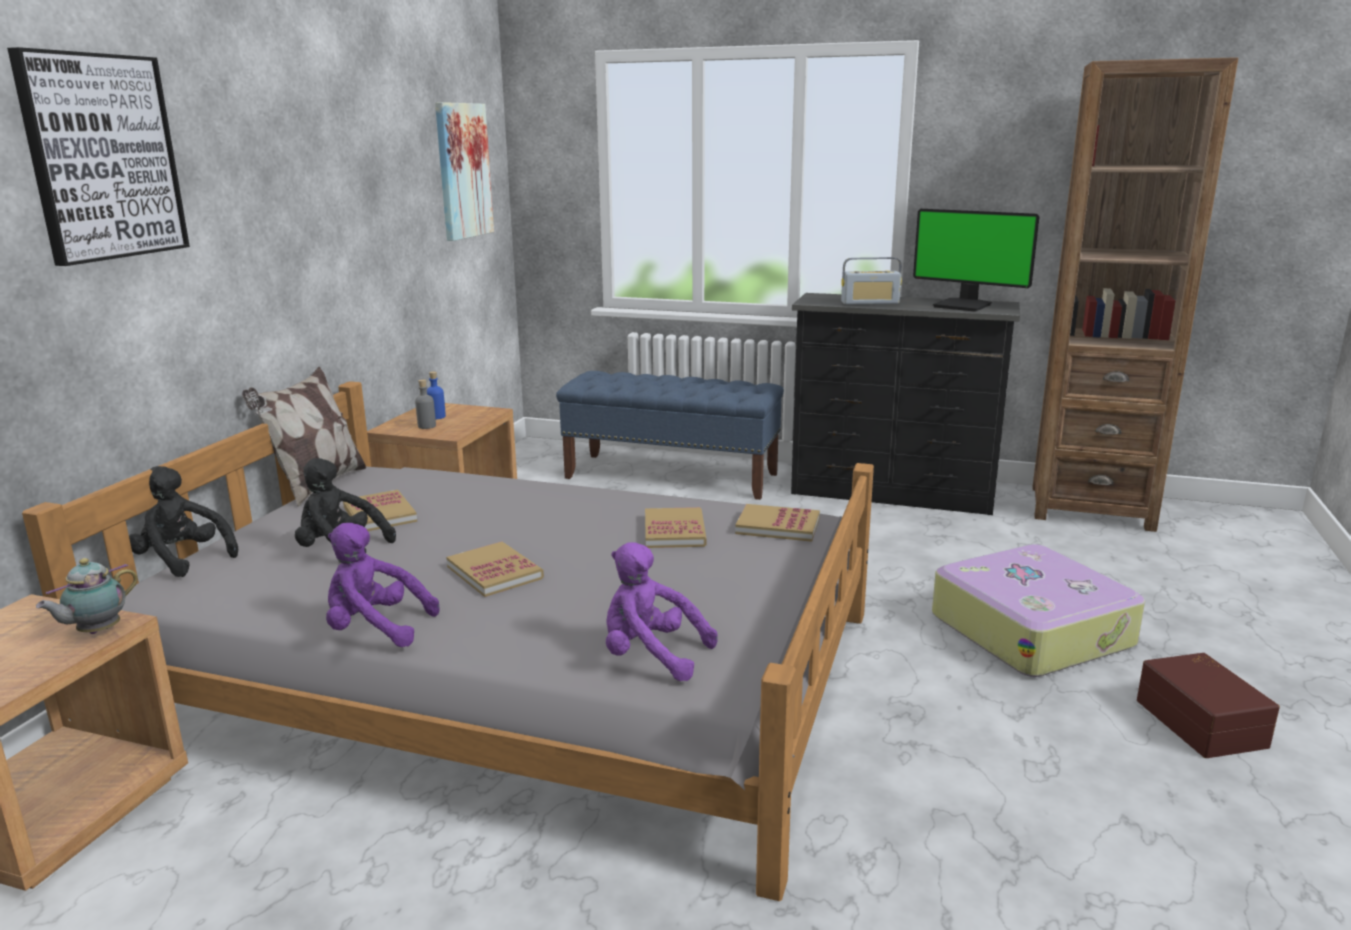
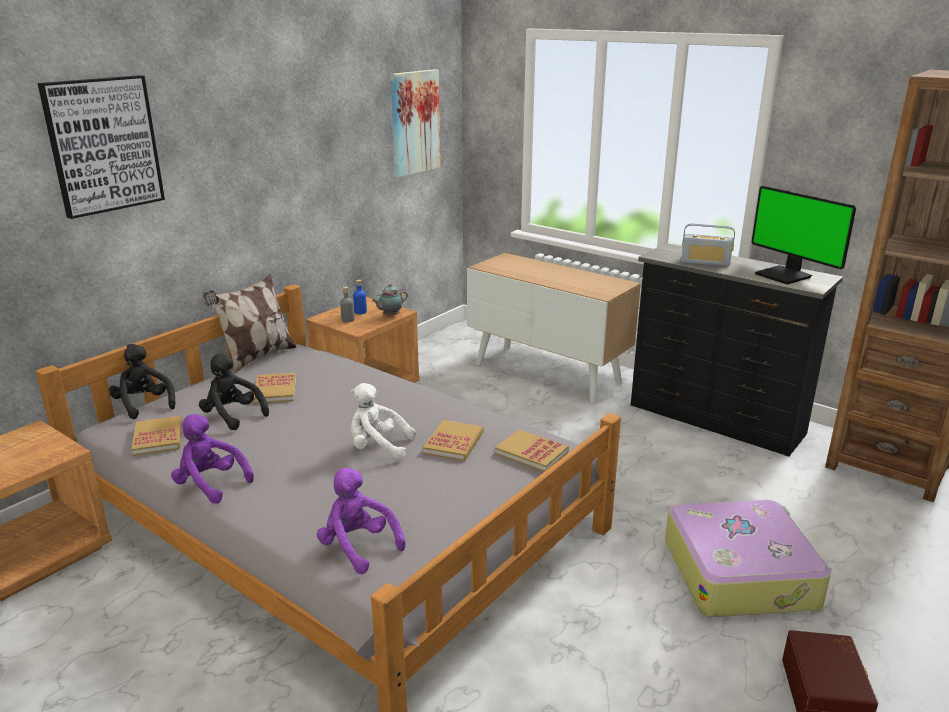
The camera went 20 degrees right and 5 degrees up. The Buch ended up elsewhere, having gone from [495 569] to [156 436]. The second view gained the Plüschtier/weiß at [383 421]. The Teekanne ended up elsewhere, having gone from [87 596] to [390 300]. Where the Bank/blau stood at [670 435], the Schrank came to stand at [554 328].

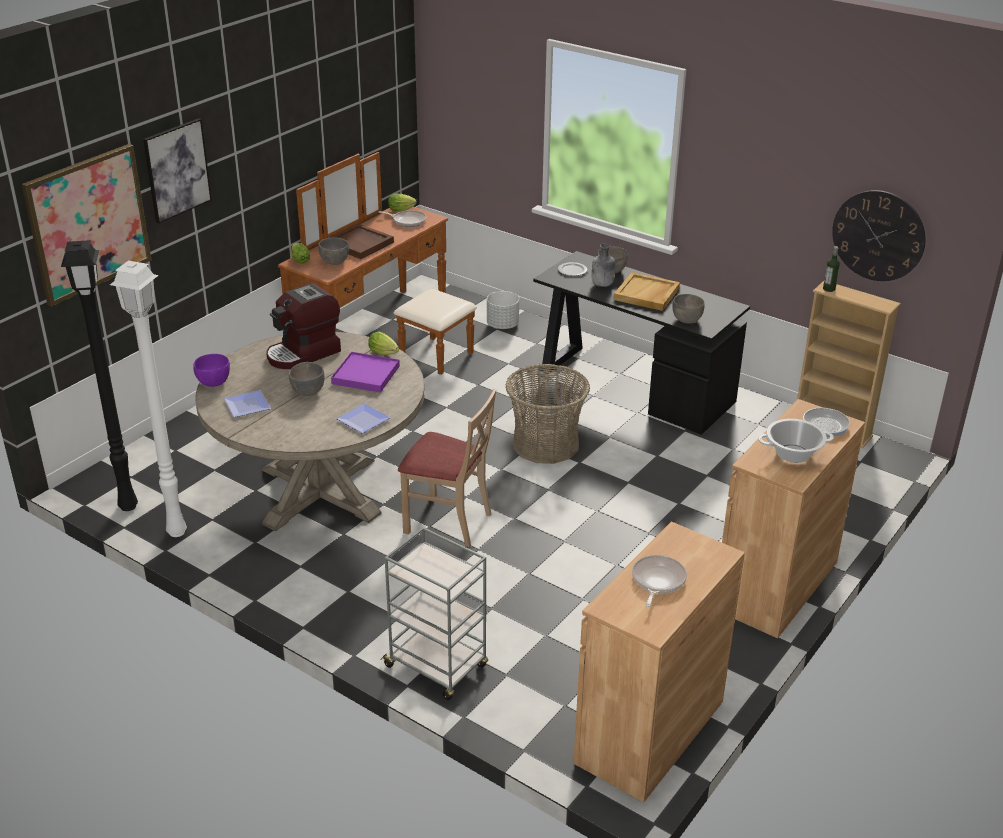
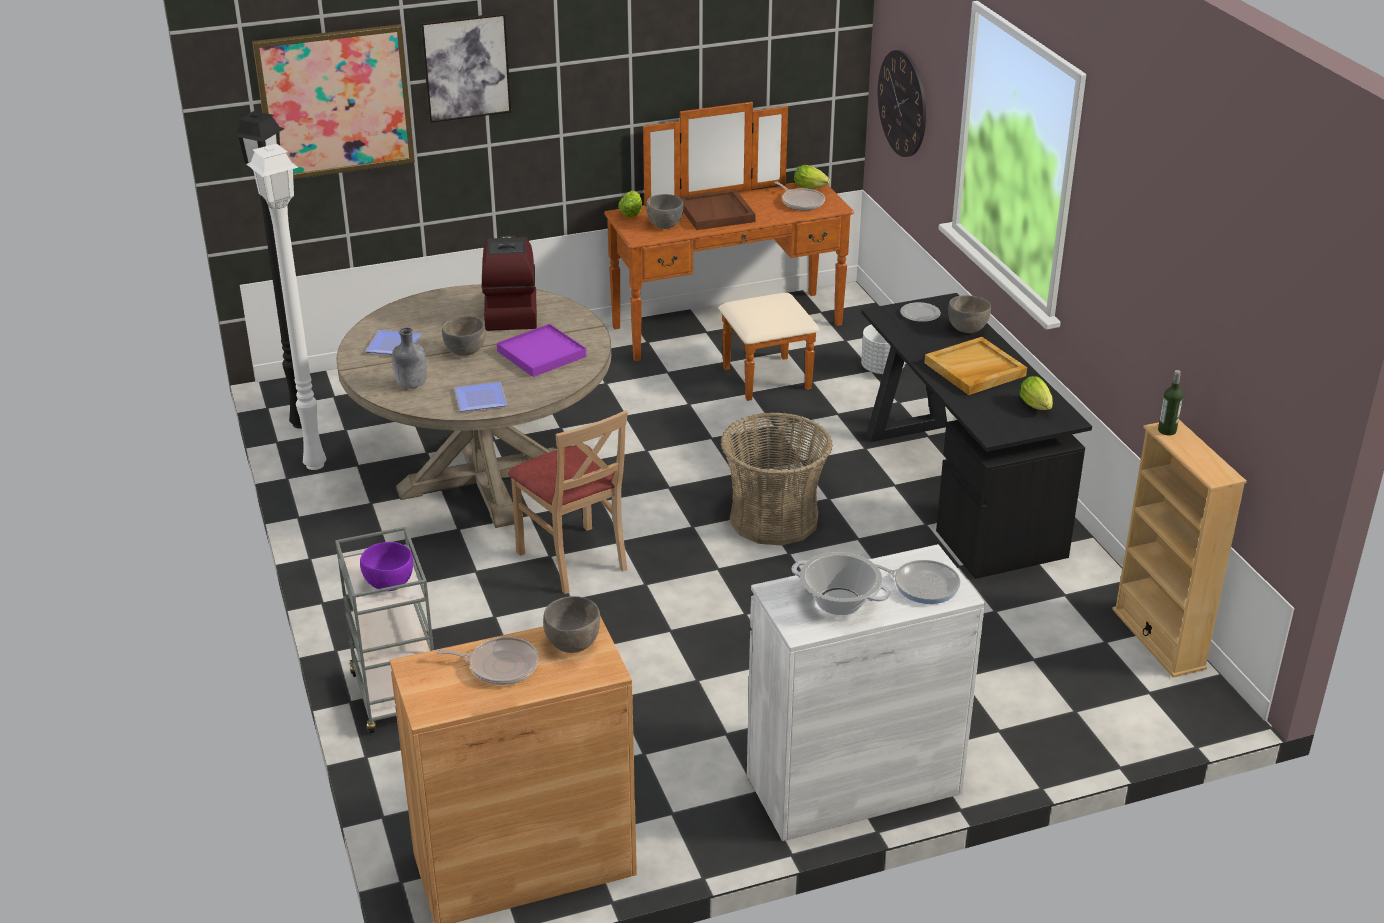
The camera went 35 degrees right and 0 degrees up. The Schüssel/lila ended up elsewhere, having gone from [211 370] to [386 566]. The Flasche/grau ended up elsewhere, having gone from [603 265] to [409 358]. The Pfanne at [659 581] ended up facing another way, 45 degrees clockwise from before. The Kaffeemaschine at [303 326] ended up facing another way, 90 degrees clockwise from before. The Schüssel/grau ended up elsewhere, having gone from [688 309] to [571 624]. What was the Schrank/braun at [793 518] turned into the Schrank/weiß at [866 692]. The Wanduhr ended up elsewhere, having gone from [878 235] to [902 103]. The Salatkopf ended up elsewhere, having gone from [383 343] to [1036 393].

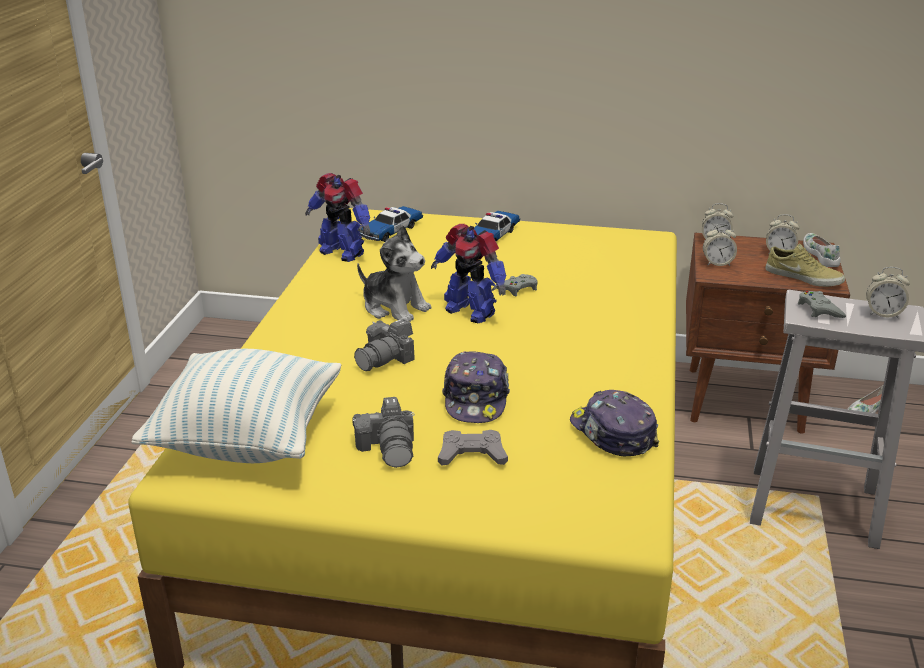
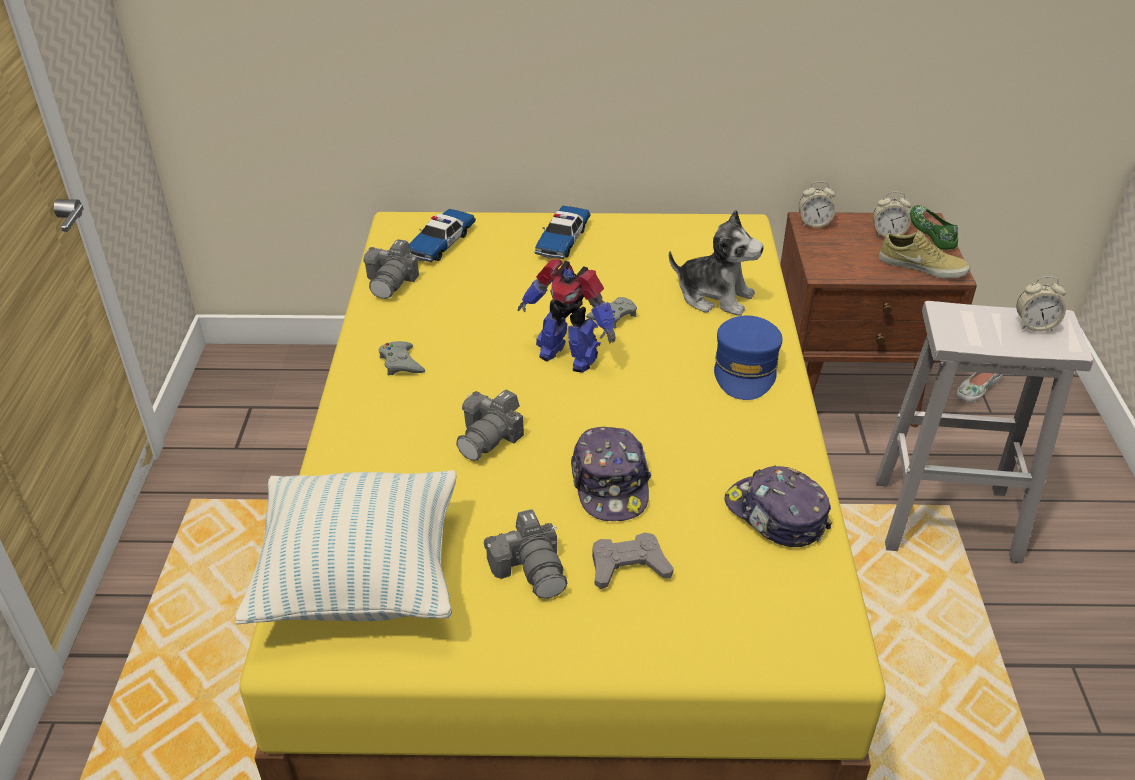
The camera went 10 degrees left and 10 degrees up. Where the Spielzeugroboter stood at [337 217], the Kamera came to stand at [391 269]. The Gamepad/grau ended up elsewhere, having gone from [822 304] to [402 358]. The Plüschtier ended up elsewhere, having gone from [394 273] to [716 263]. The second view gained the Kappe/blau at [748 358]. What was the Schuh/weiß at [822 250] turned into the Schuh/grün at [934 227]. The second view lost the Wecker at [720 245].

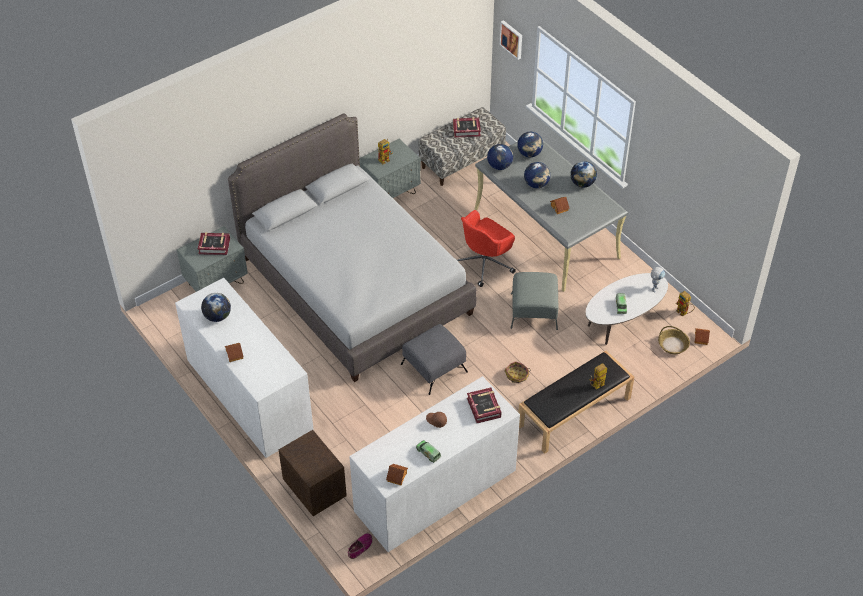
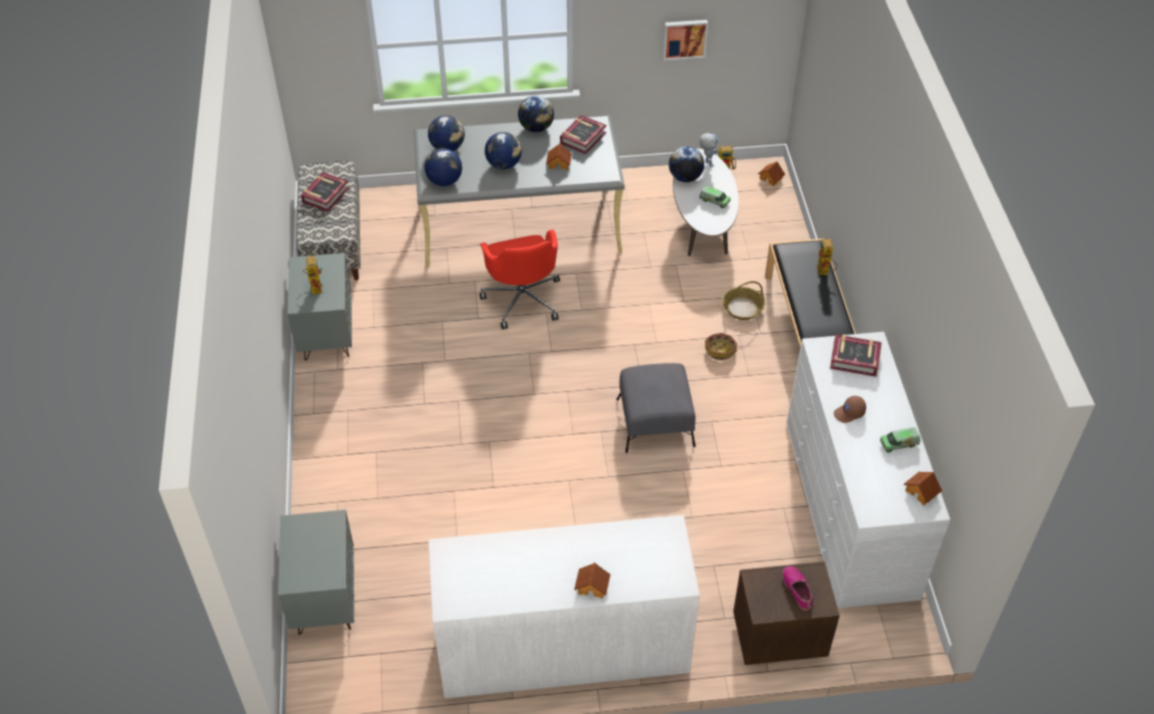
The camera went 60 degrees left and 0 degrees up. The Buch ended up elsewhere, having gone from [214 243] to [583 134]. The Bild ended up elsewhere, having gone from [511 40] to [685 40]. The Globus ended up elsewhere, having gone from [216 307] to [686 164]. The Korb ended up elsewhere, having gone from [674 340] to [743 300]. The Schuh ended up elsewhere, having gone from [360 546] to [797 588]. The second view lost the Bett/grau at [352 248]. The second view lost the Polsterhocker/grau at [534 301].

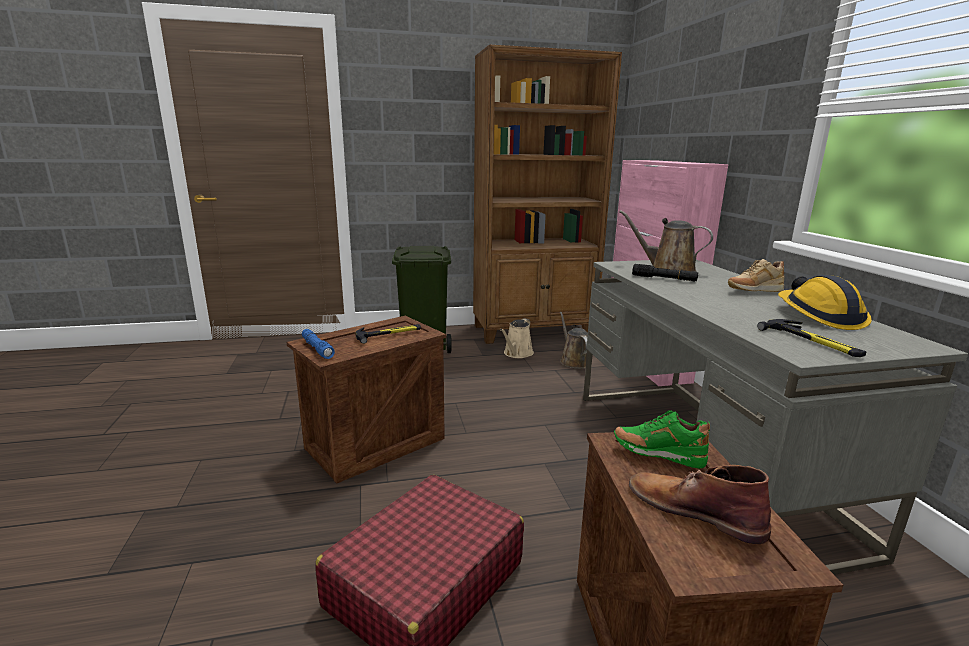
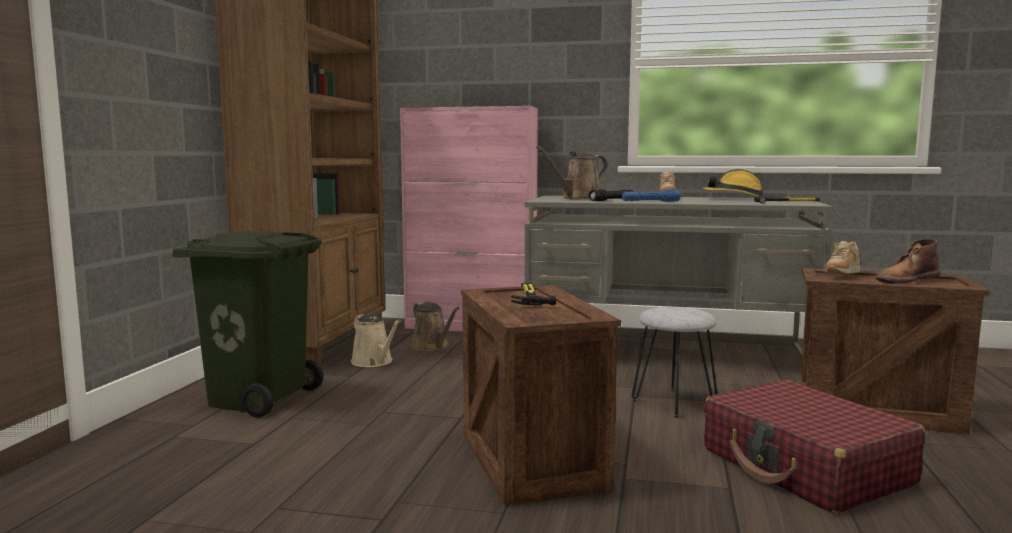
The camera went 65 degrees left and 10 degrees down. The Gießkanne/braun at [574 340] ended up facing another way, 135 degrees counterclockwise from before. The Taschenlampe/blau ended up elsewhere, having gone from [318 344] to [651 196]. The second view gained the Hocker/grau at [675 362]. What was the Schuh/grün at [662 439] turned into the Schuh/beige at [842 258].

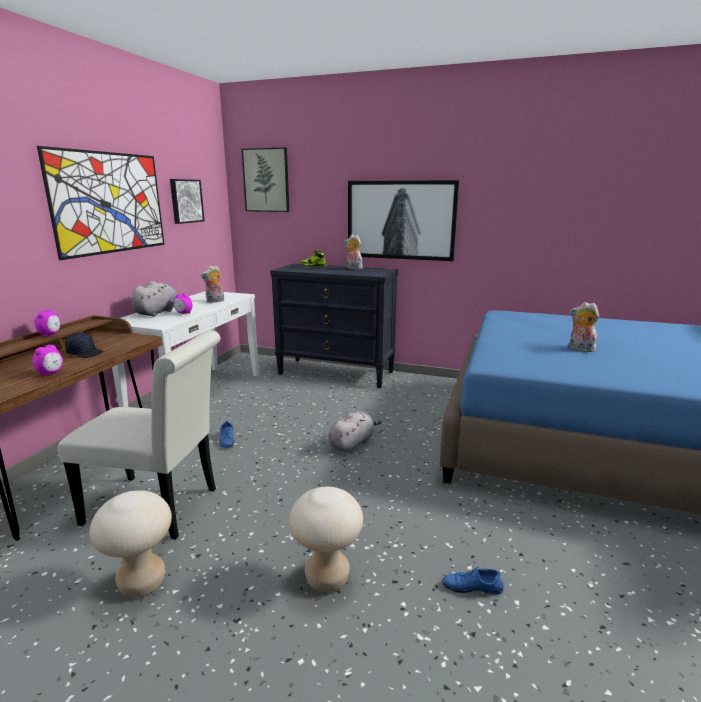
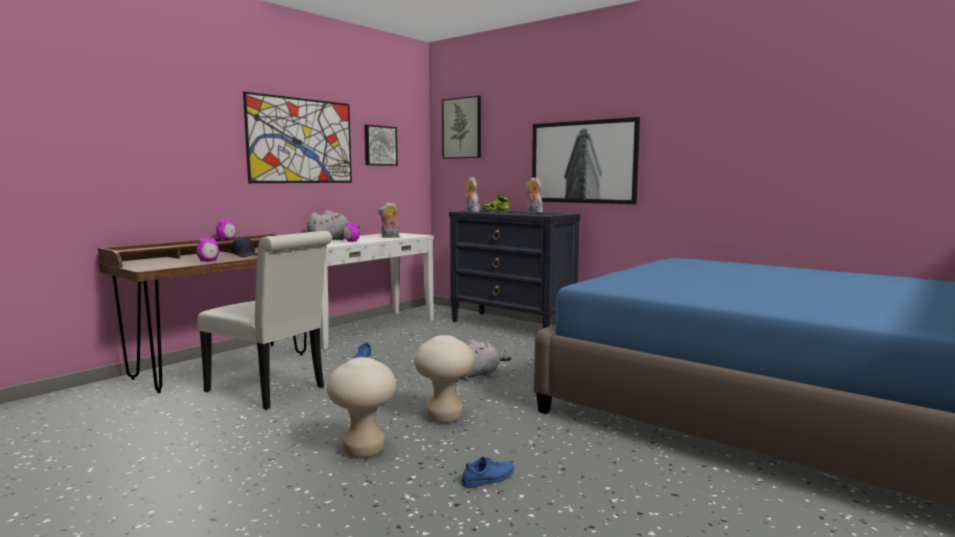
The camera went 20 degrees right and 10 degrees down. The Hocker/beige ended up elsewhere, having gone from [130 544] to [444 379]. The Schuh/blau at [472 580] ended up facing another way, 120 degrees clockwise from before. The Plüschtier ended up elsewhere, having gone from [584 327] to [472 194].

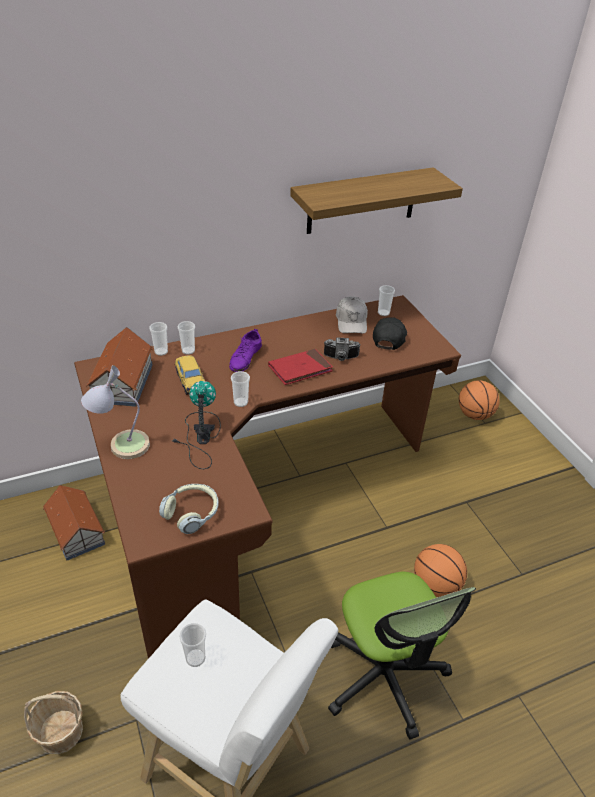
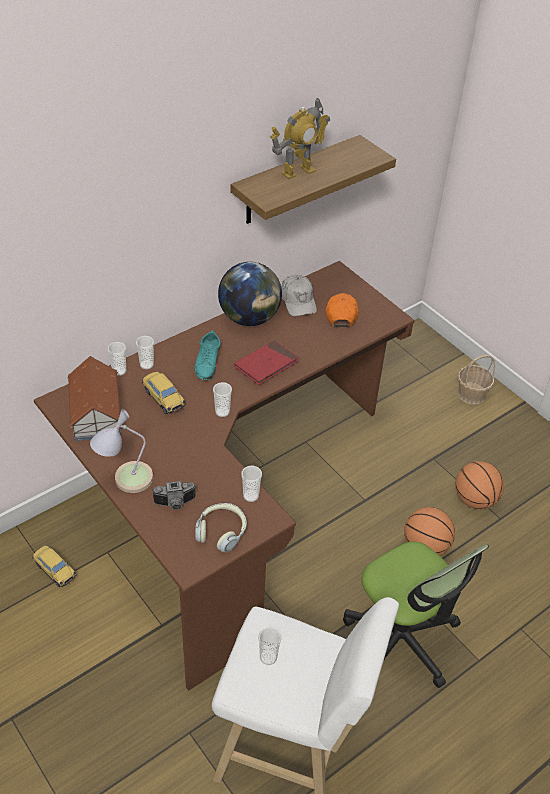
The camera went 15 degrees left and 5 degrees up. Where the Spielzeughaus stood at [74 523], the Spielzeugauto came to stand at [54 566]. The Kamera ended up elsewhere, having gone from [342 349] to [174 495]. What was the Schuh/lila at [245 350] turned into the Schuh/türkis at [208 355]. The second view gained the Globus at [250 294]. The Tasse ended up elsewhere, having gone from [386 300] to [251 484]. The second view gained the Spielzeugroboter at [300 138]. What was the Kappe/schwarz at [390 333] turned into the Kappe/orange at [342 310]. The Basketball ended up elsewhere, having gone from [479 400] to [479 485]. The Korb ended up elsewhere, having gone from [53 722] to [476 379]. The second view lost the Tischlampe at [196 425].

